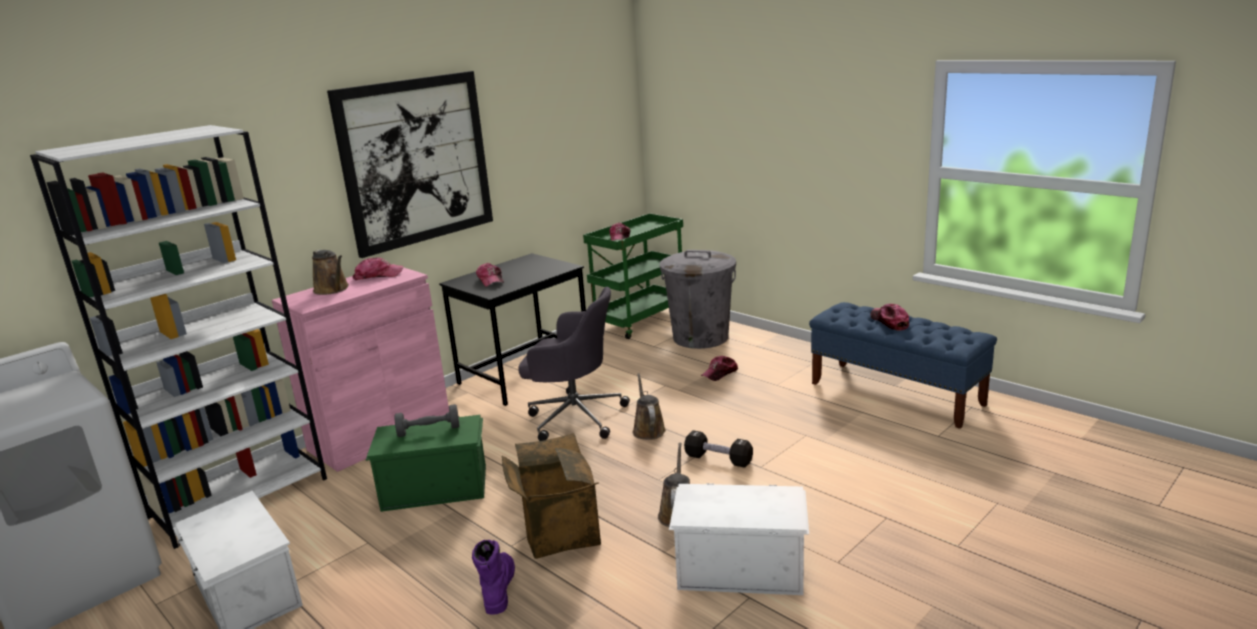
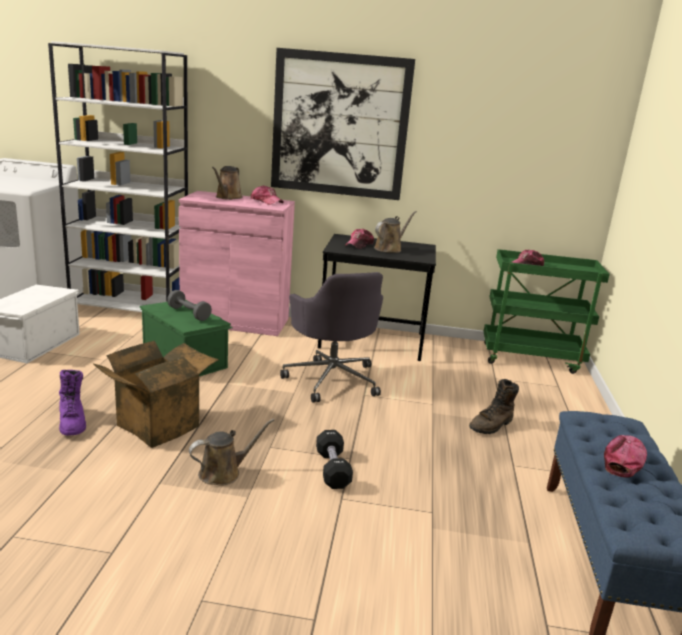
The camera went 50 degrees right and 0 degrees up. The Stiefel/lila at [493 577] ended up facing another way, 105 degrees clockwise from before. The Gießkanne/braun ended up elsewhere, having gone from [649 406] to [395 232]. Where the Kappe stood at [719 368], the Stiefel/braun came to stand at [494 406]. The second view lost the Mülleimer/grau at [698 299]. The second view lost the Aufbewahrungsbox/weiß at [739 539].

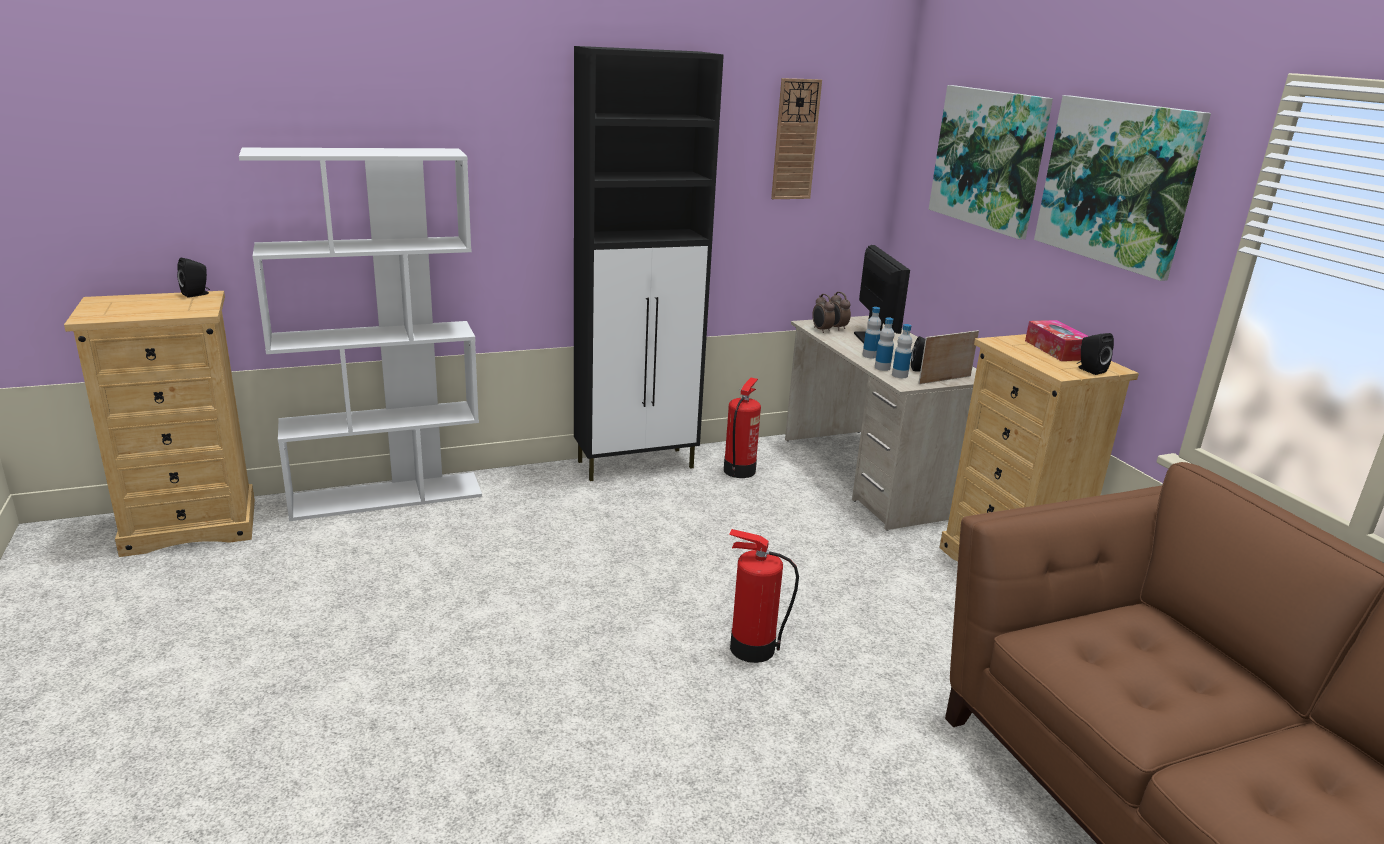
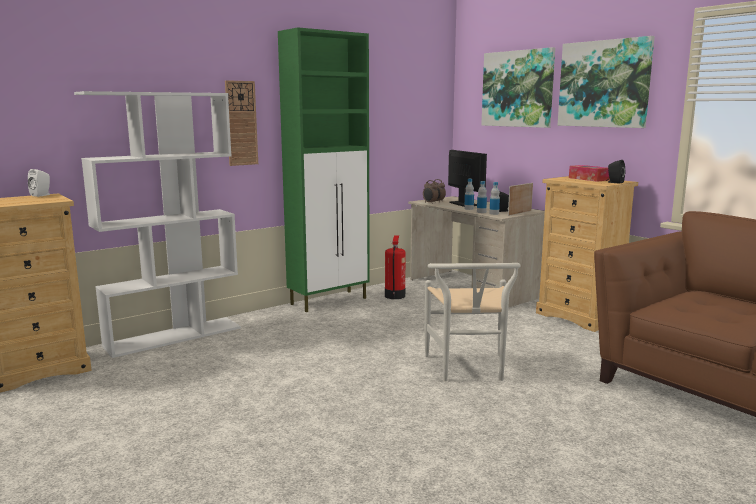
The camera went 15 degrees left and 10 degrees down. What was the Lautsprecher/schwarz at [193 278] turned into the Lautsprecher/weiß at [39 183]. The Wanduhr ended up elsewhere, having gone from [796 138] to [241 123]. What was the Schrank/schwarz at [649 263] turned into the Schrank/grün at [324 169]. Where the Feuerlöscher stood at [764 596], the Stuhl/weiß came to stand at [473 322].

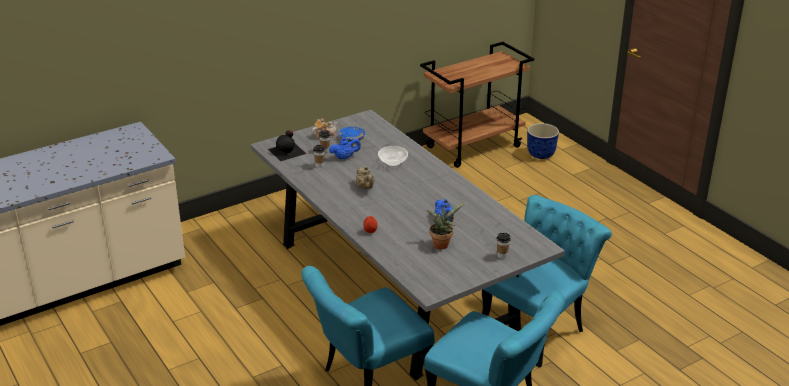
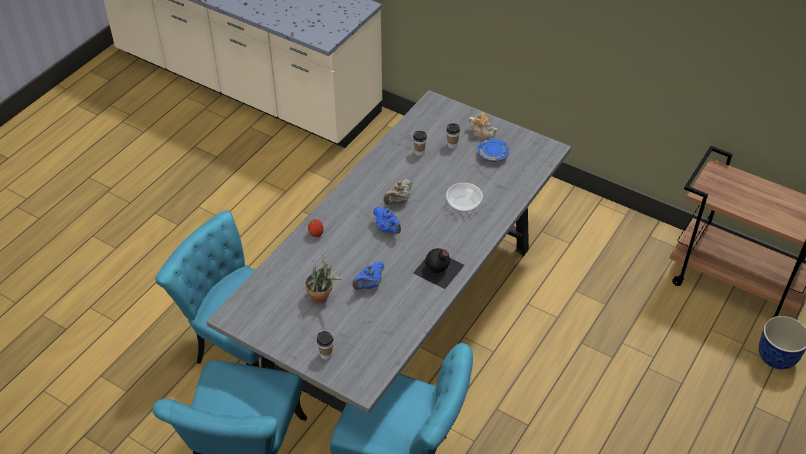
The camera went 65 degrees right and 15 degrees up. The Teekanne/blau ended up elsewhere, having gone from [345 148] to [387 220]. The Flasche/schwarz ended up elsewhere, having gone from [287 145] to [438 268].

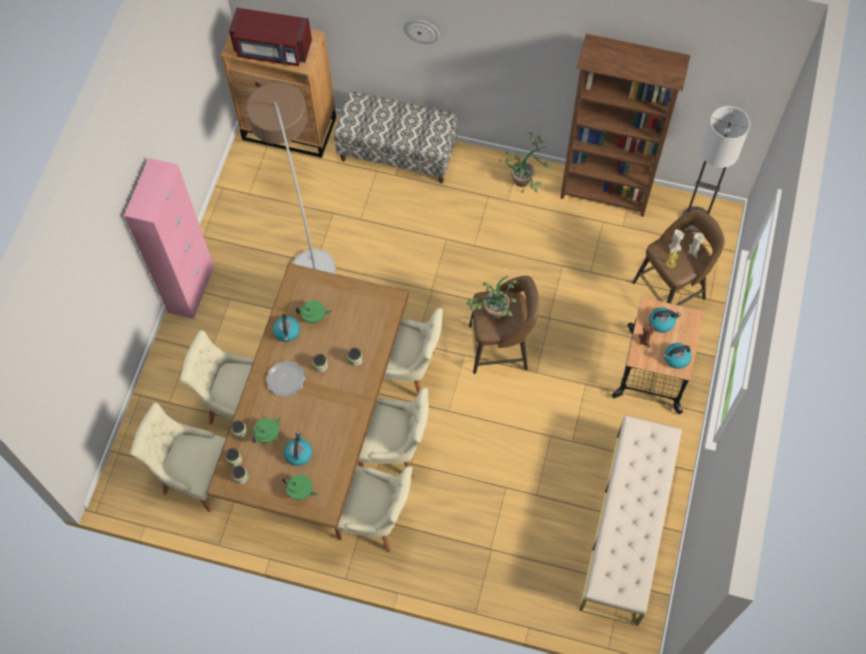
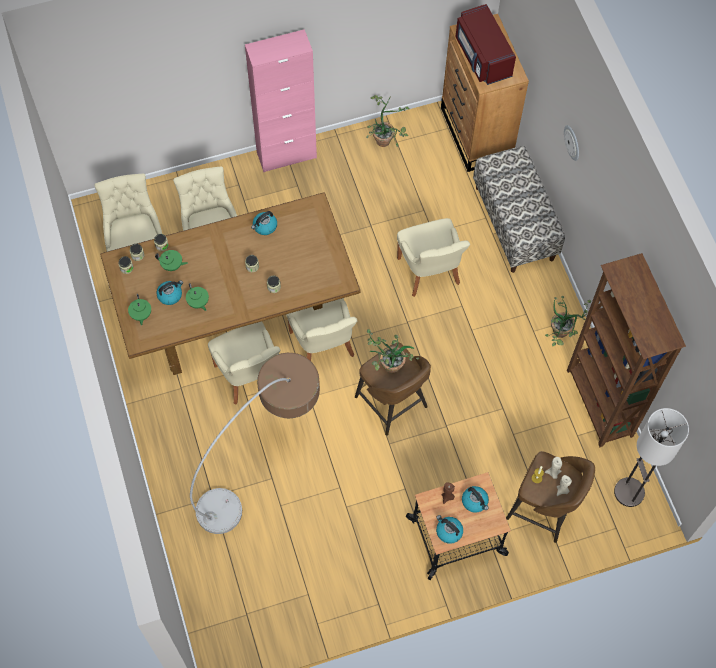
The camera went 55 degrees right and 0 degrees up. The Teekanne/grün ended up elsewhere, having gone from [314 311] to [197 297]. The Stehlampe ended up elsewhere, having gone from [291 178] to [255 443]. The second view gained the Topfpflanze at [388 121]. The Stuhl/beige ended up elsewhere, having gone from [373 509] to [433 257]. The second view lost the Teller at [285 379]. The second view lost the Bank/beige at [630 521].

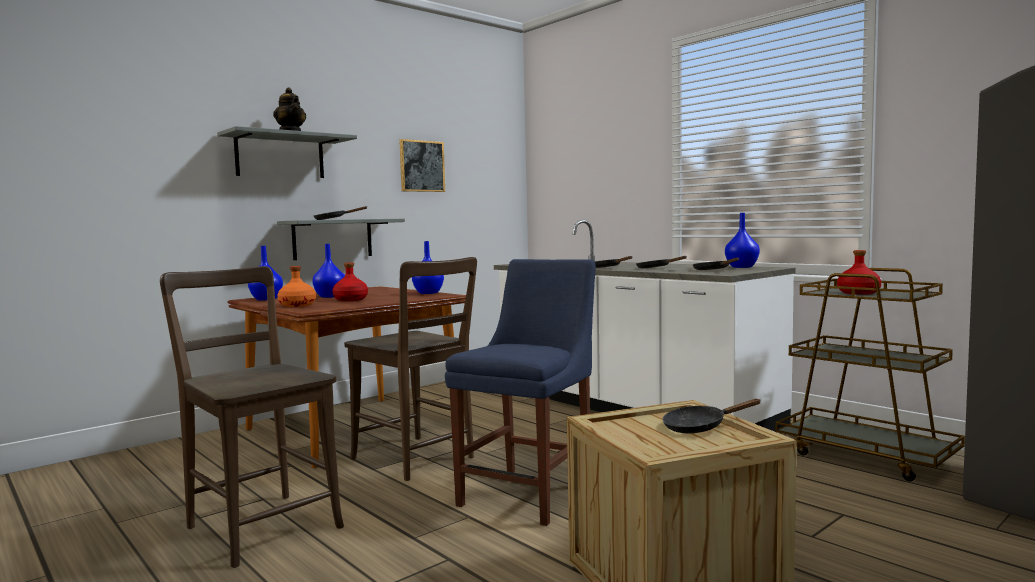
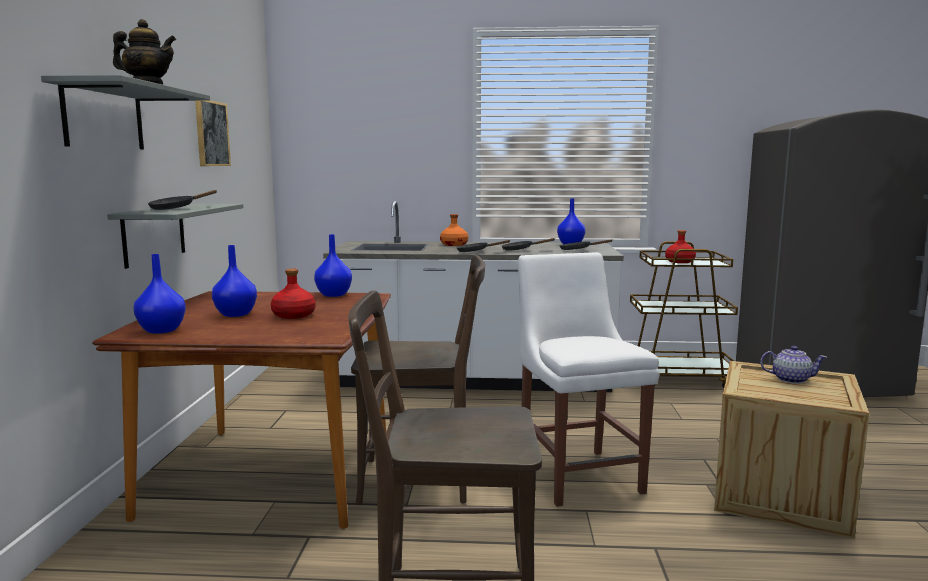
The camera went 45 degrees left and 5 degrees up. The Flasche/orange ended up elsewhere, having gone from [297 286] to [454 230]. What was the Stuhl/blau at [520 392] turned into the Stuhl/weiß at [589 379]. Where the Pfanne/schwarz stood at [712 416], the Teekanne came to stand at [793 365].

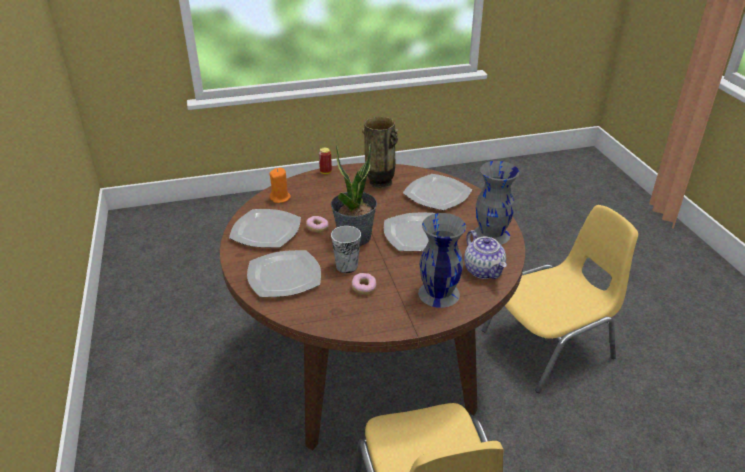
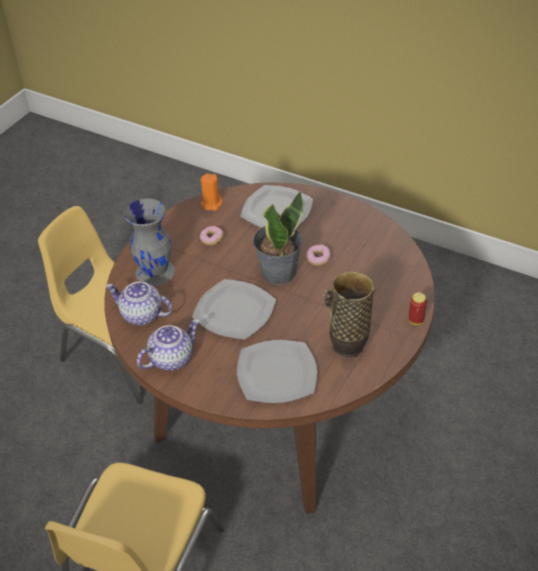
The camera went 135 degrees right and 10 degrees up. Where the Vase/grau stood at [496 203], the Teekanne came to stand at [168 345]. The Kerze/orange ended up elsewhere, having gone from [280 185] to [211 192]. The second view lost the Teller at [265 228]. The second view lost the Tasse at [346 249].

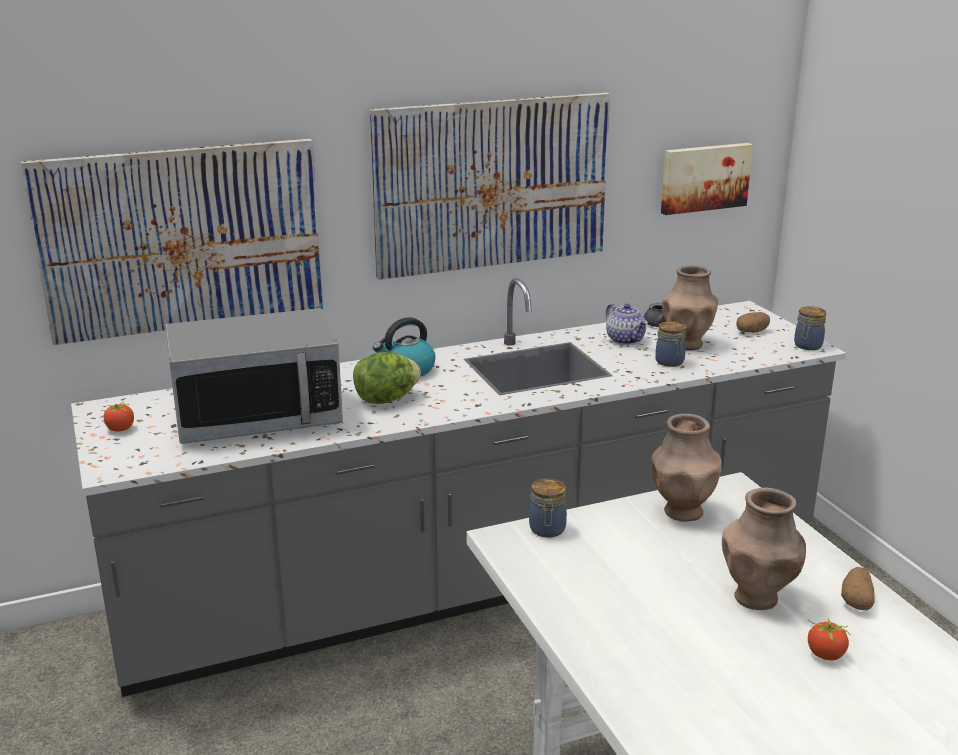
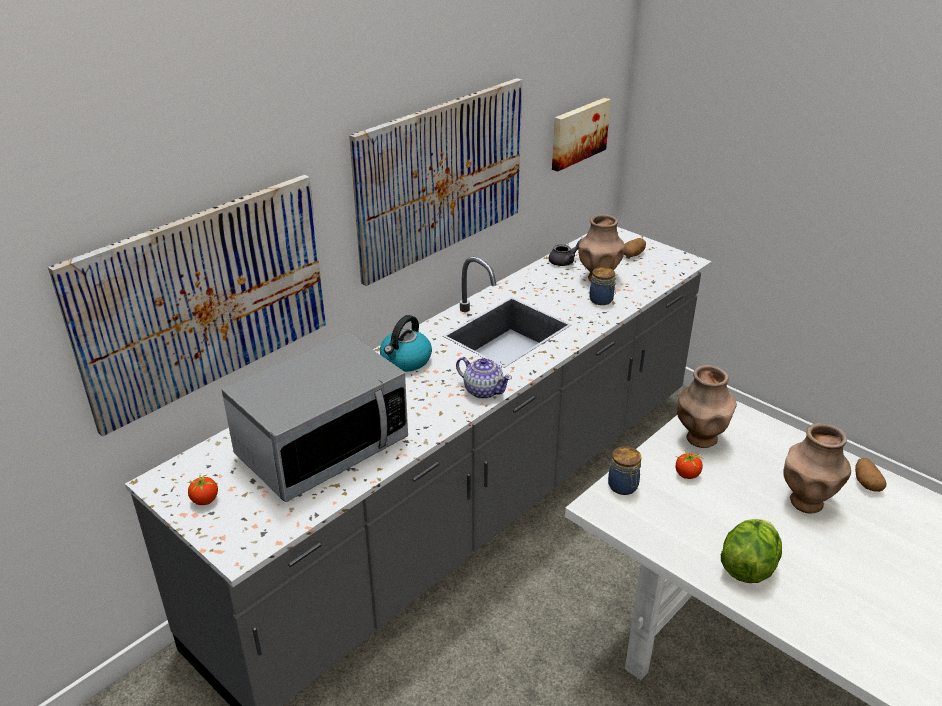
The camera went 25 degrees left and 10 degrees up. The Teekanne ended up elsewhere, having gone from [627 324] to [484 378]. The Tomate ended up elsewhere, having gone from [829 639] to [689 464]. The Salatkopf ended up elsewhere, having gone from [387 378] to [751 551]. The second view lost the Vorratsglas at [810 328].

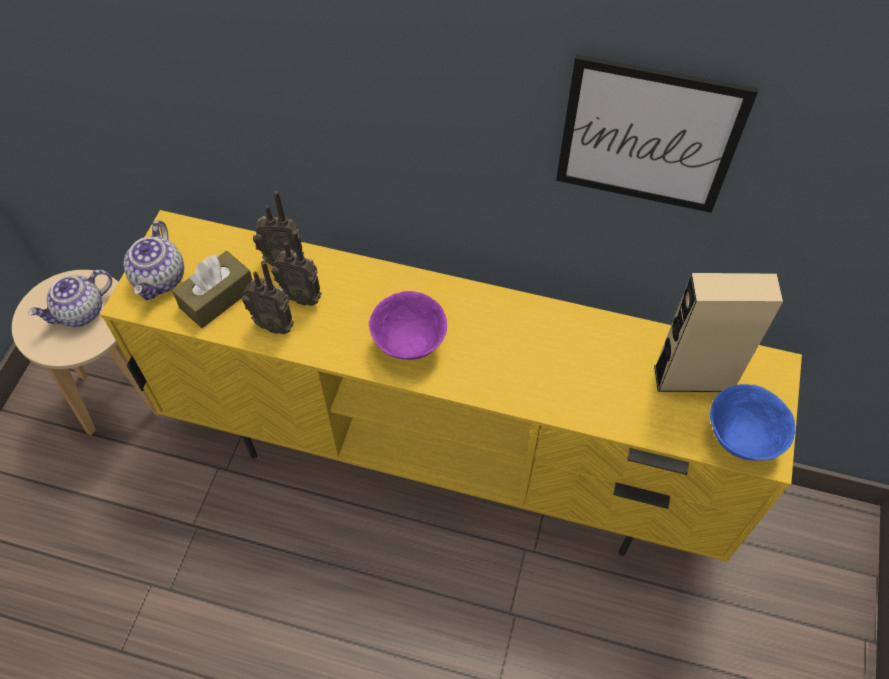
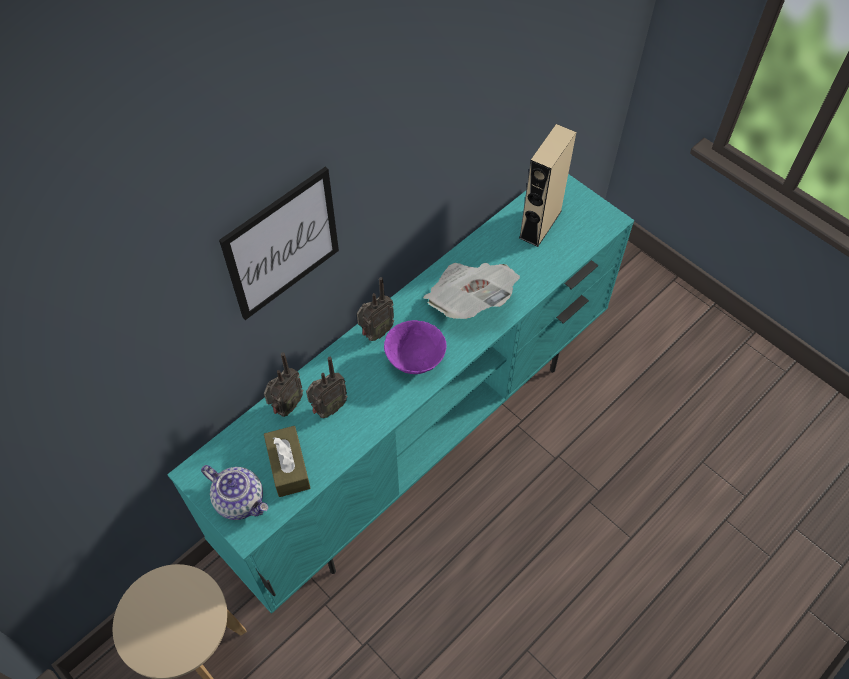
The camera went 60 degrees left and 0 degrees up. What was the Fernsehschrank/gelb at [451 386] turned into the Fernsehschrank/türkis at [400 394]. The Bild ended up elsewhere, having gone from [657 133] to [279 243]. The Radio ended up elsewhere, having gone from [268 297] to [375 309]. The second view gained the Zeitung at [471 291]. The second view lost the Teekanne at [70 298]. The second view lost the Schüssel/blau at [752 422].

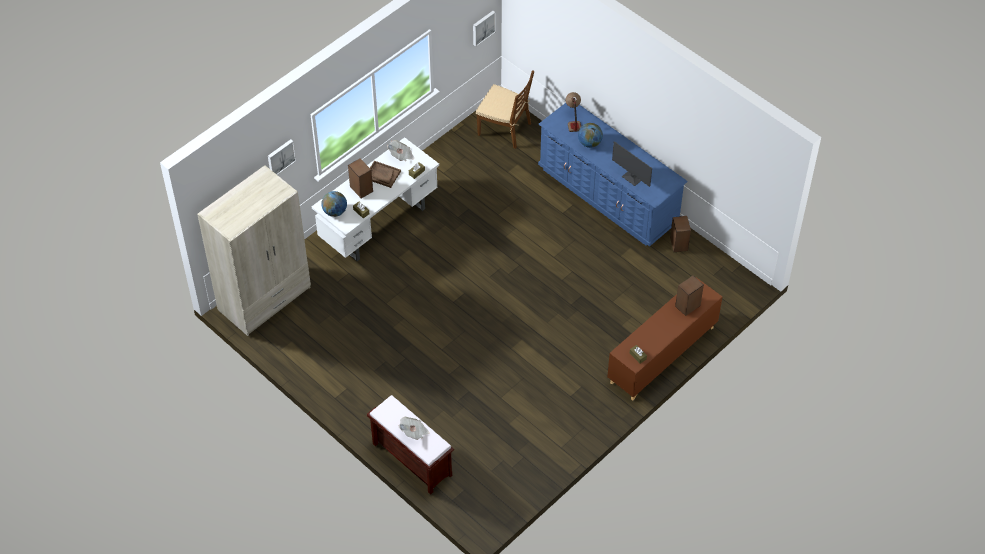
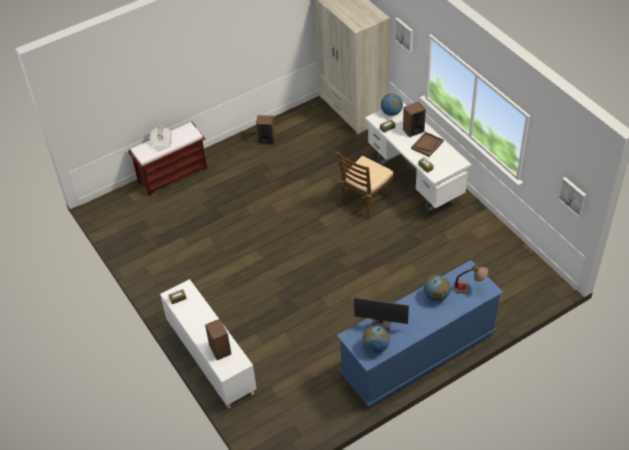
The camera went 105 degrees right and 5 degrees down. What was the Schrank/braun at [664 339] turned into the Schrank/weiß at [208 344]. The Lautsprecher ended up elsewhere, having gone from [680 234] to [265 130]. The Stuhl/braun ended up elsewhere, having gone from [505 109] to [365 185]. The Monitor at [632 164] ended up facing another way, 135 degrees counterclockwise from before. The second view gained the Globus at [376 339]. The second view lost the Zeitung at [401 150].

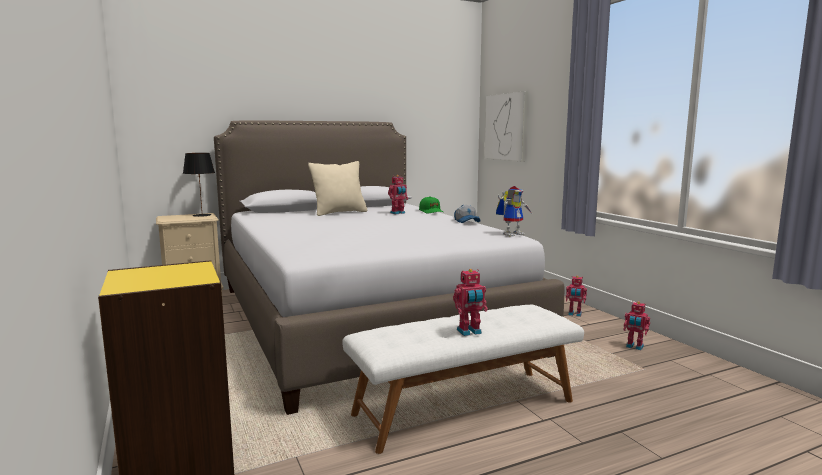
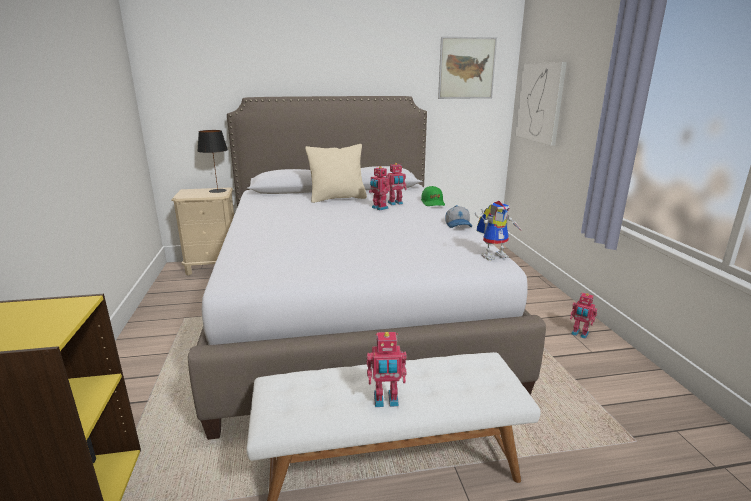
The camera went 15 degrees right and 10 degrees up. The Spielzeugroboter ended up elsewhere, having gone from [636 325] to [379 188]. The second view gained the Bild at [467 68].

